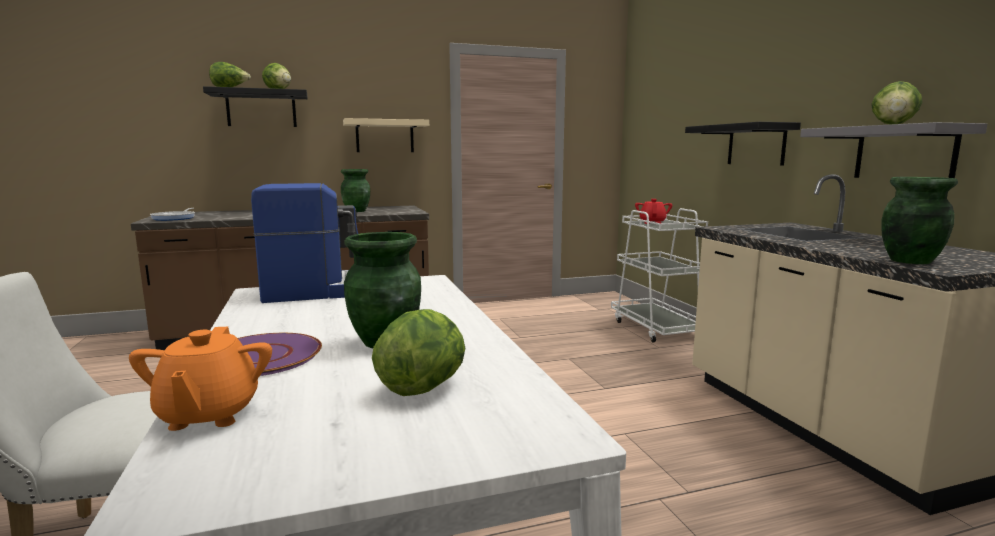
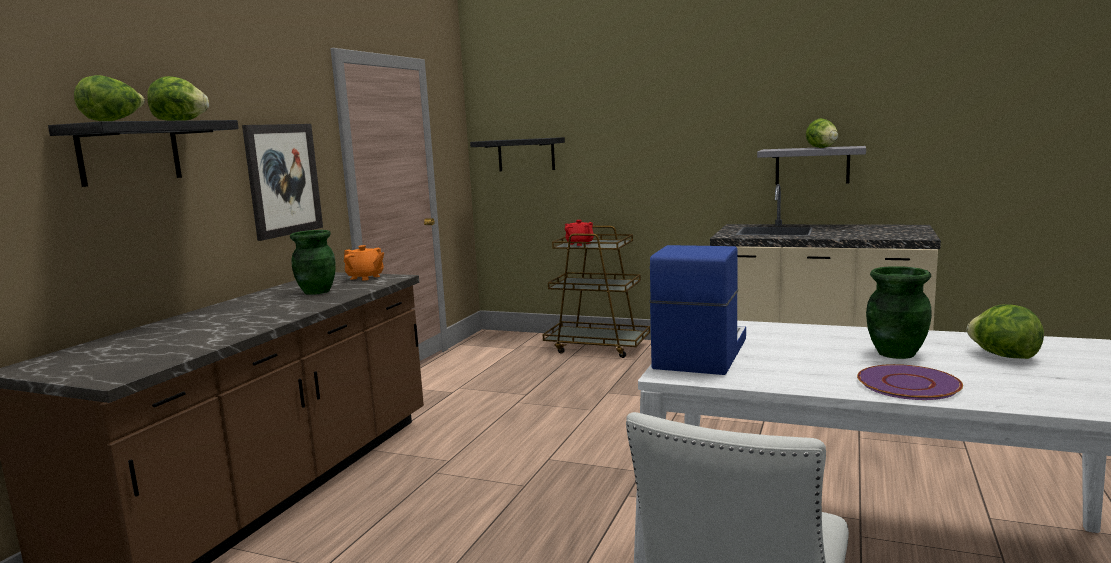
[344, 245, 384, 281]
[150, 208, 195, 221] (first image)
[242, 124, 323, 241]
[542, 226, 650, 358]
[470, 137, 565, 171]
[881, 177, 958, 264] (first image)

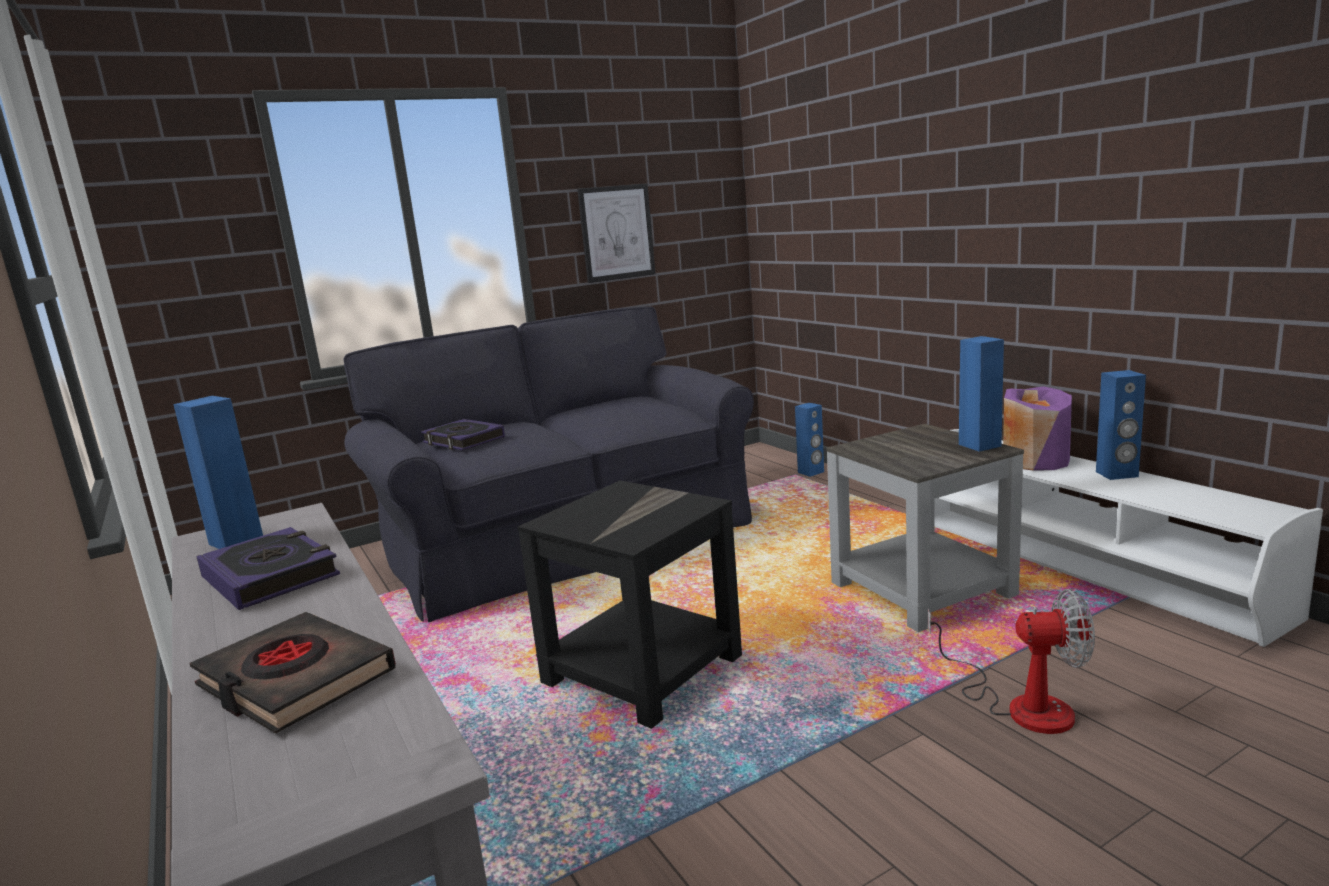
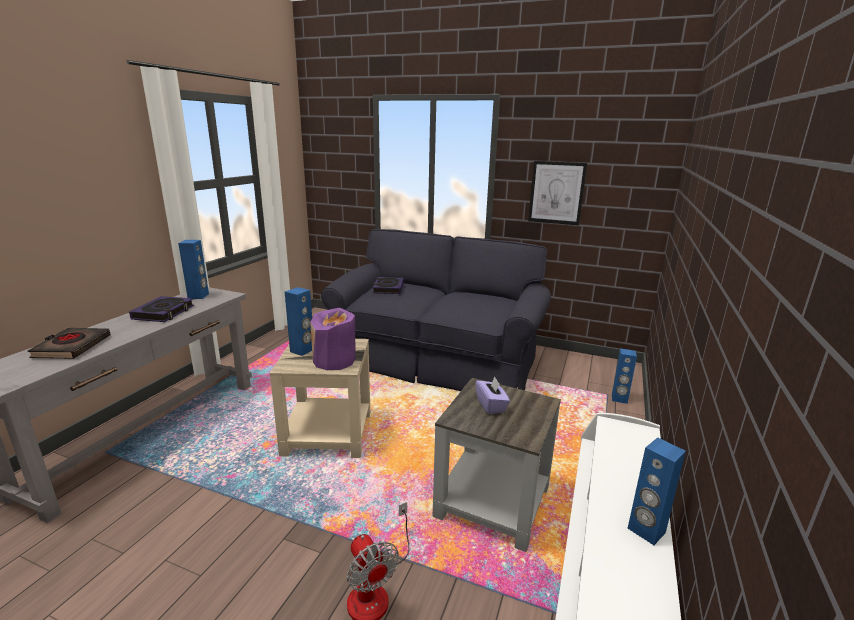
[270, 339, 370, 458]
[285, 287, 312, 356]
[310, 308, 356, 370]
[475, 376, 510, 414]

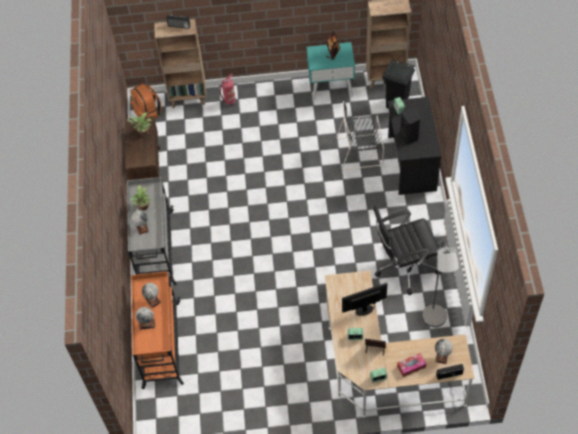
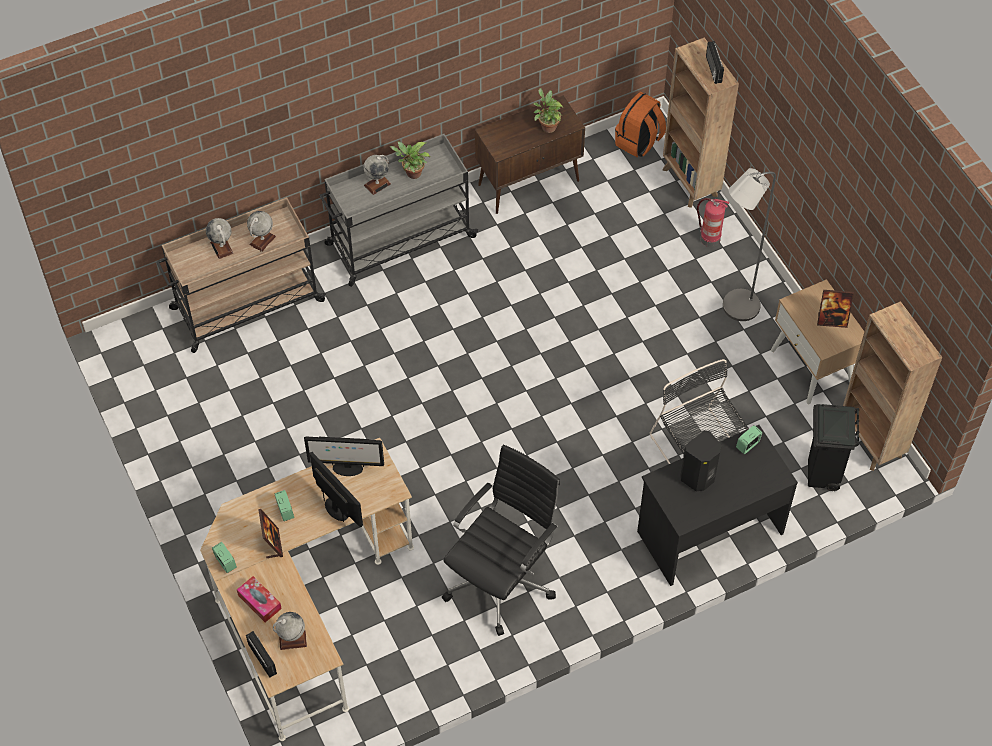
[156, 197, 326, 353]
[771, 279, 864, 404]
[442, 444, 560, 636]
[723, 168, 776, 321]
[304, 437, 384, 476]

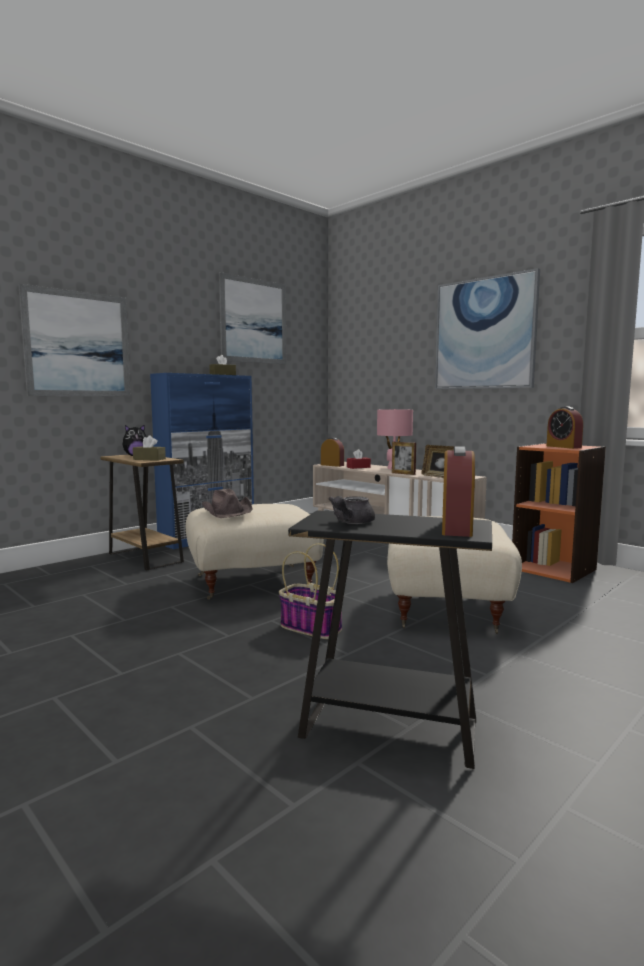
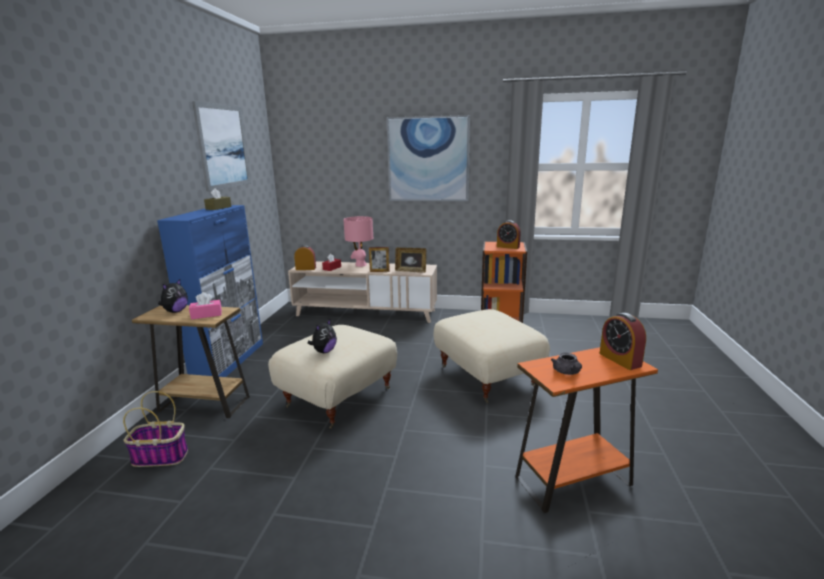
[18, 284, 131, 397] (first image)
[189, 292, 222, 320]
[308, 319, 337, 353]
[123, 391, 188, 467]
[515, 347, 658, 513]

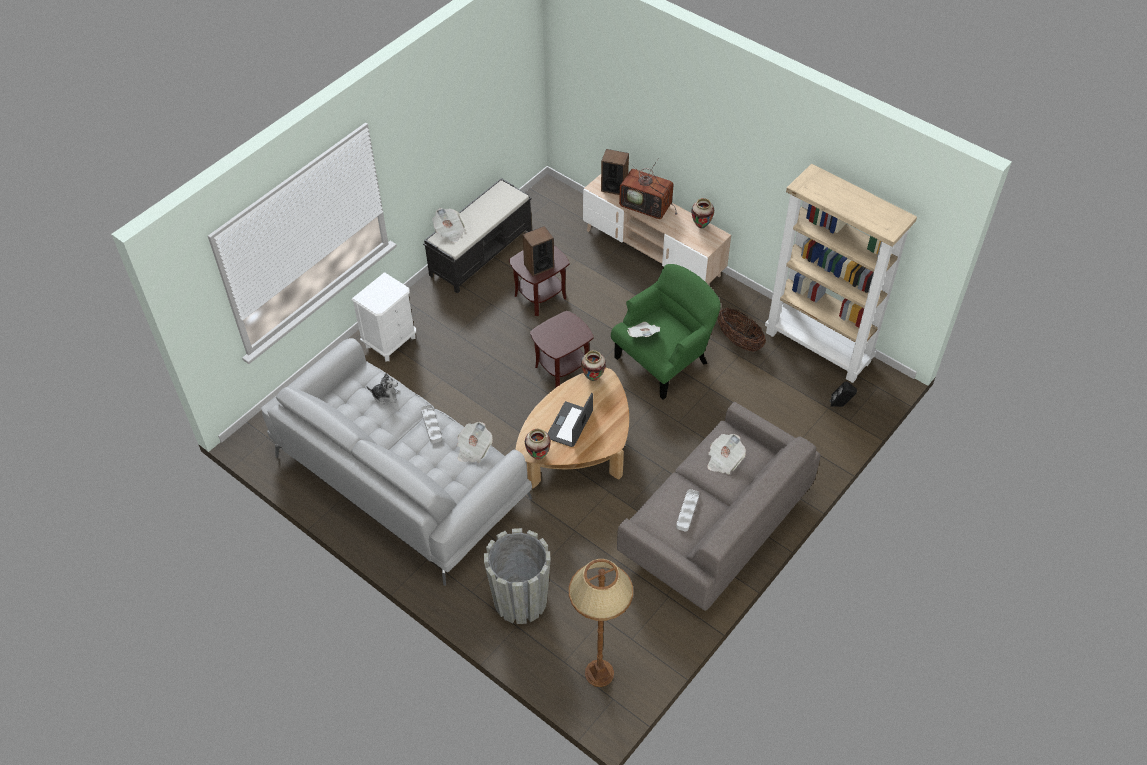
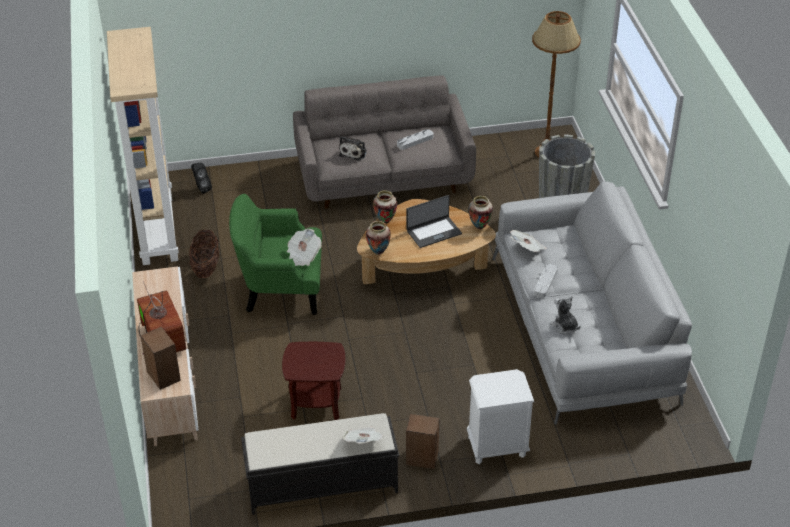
[406, 414, 439, 469]
[530, 311, 594, 388] (first image)
[373, 190, 397, 224]
[339, 137, 367, 161]

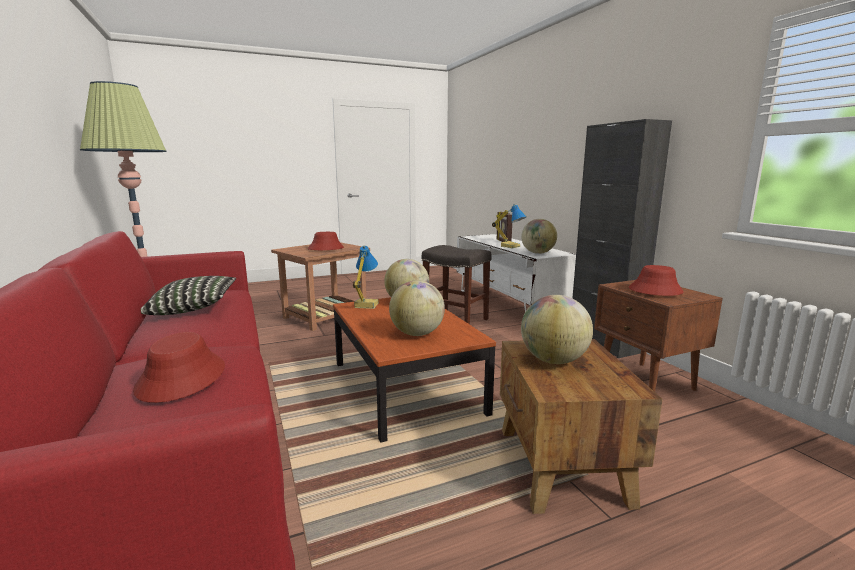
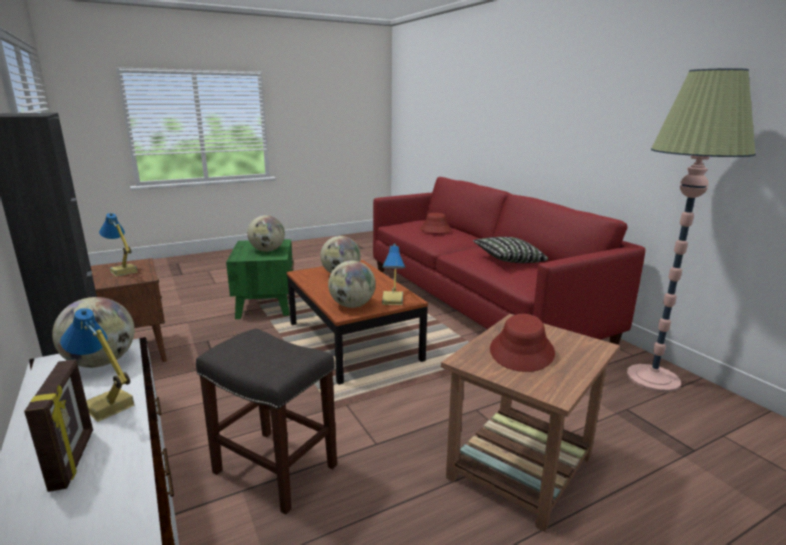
[226, 239, 294, 319]
[99, 213, 137, 277]

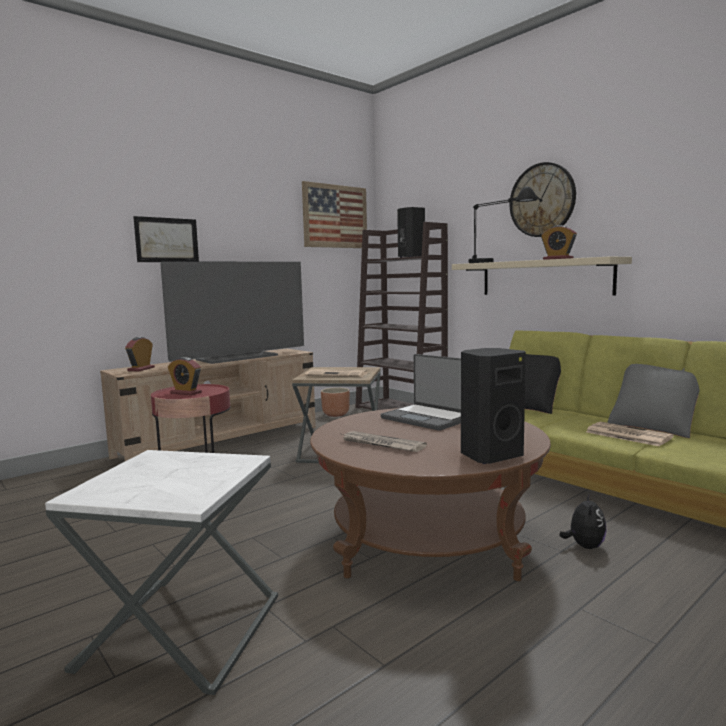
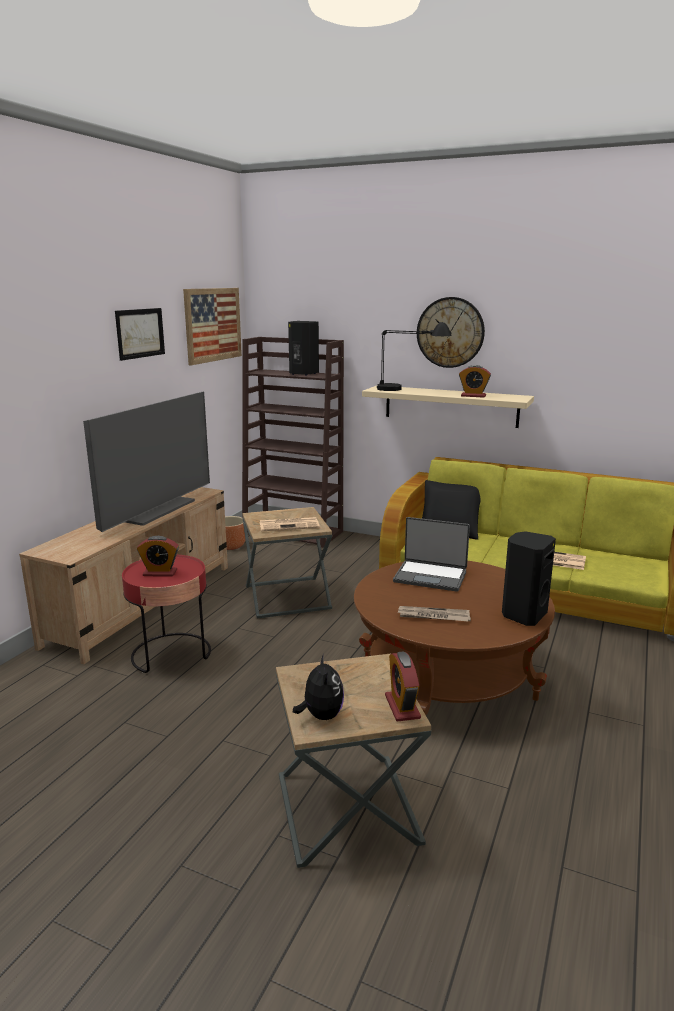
[276, 654, 431, 868]
[385, 651, 421, 721]
[115, 308, 165, 361]
[293, 654, 344, 720]
[607, 364, 699, 438] (first image)

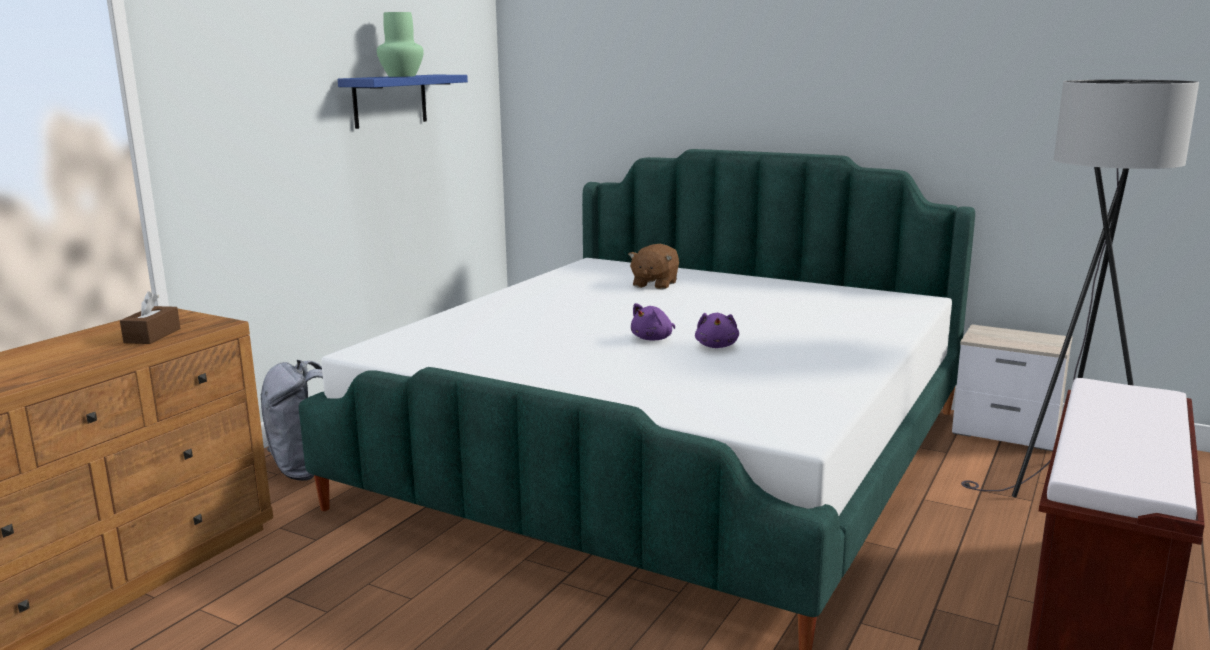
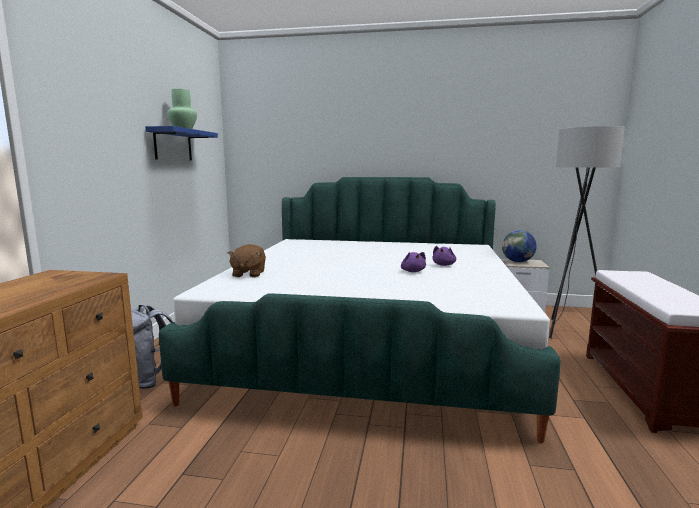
[120, 291, 180, 344] (first image)
[228, 244, 266, 277]
[432, 246, 456, 266]
[502, 230, 537, 262]

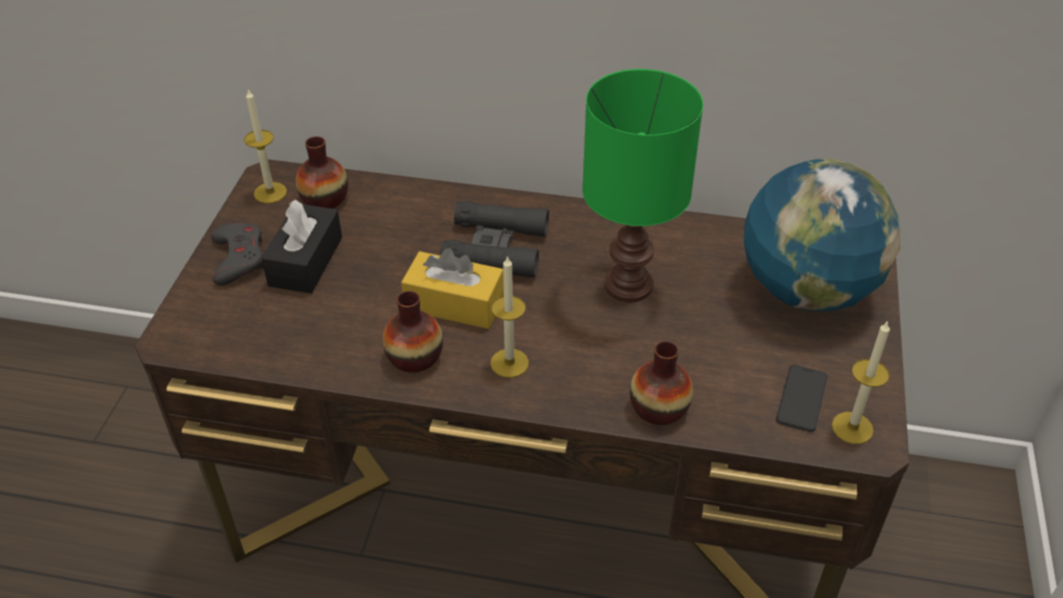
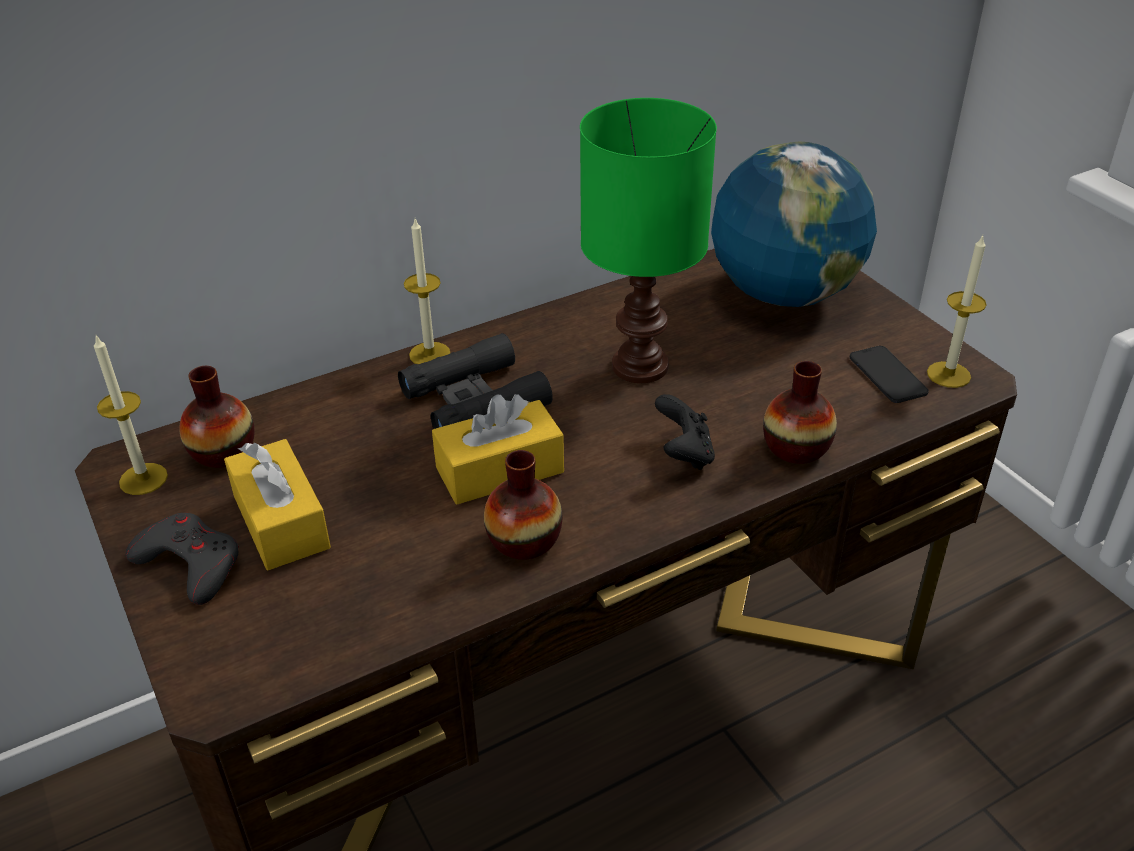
[224, 439, 331, 570]
[404, 219, 450, 364]
[655, 394, 715, 470]

